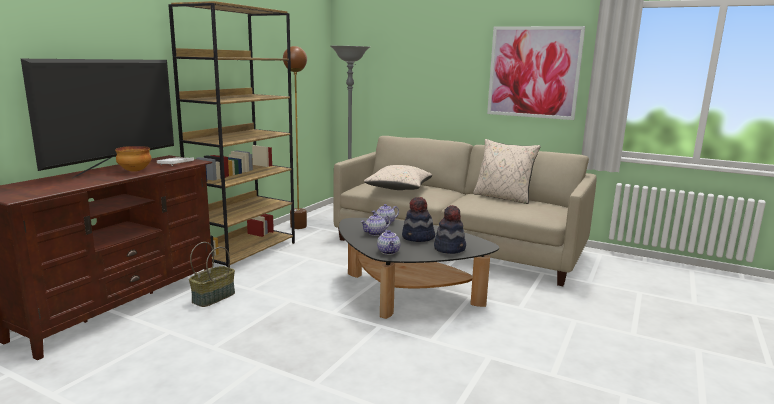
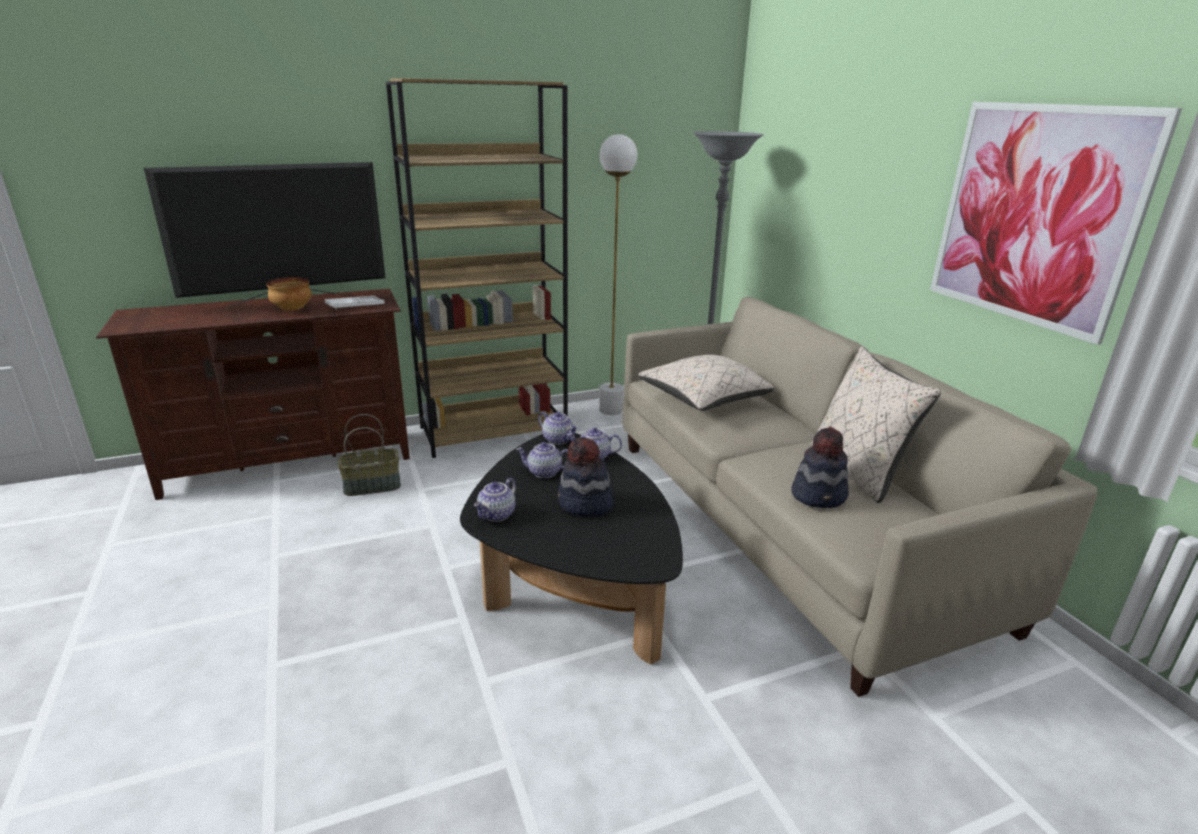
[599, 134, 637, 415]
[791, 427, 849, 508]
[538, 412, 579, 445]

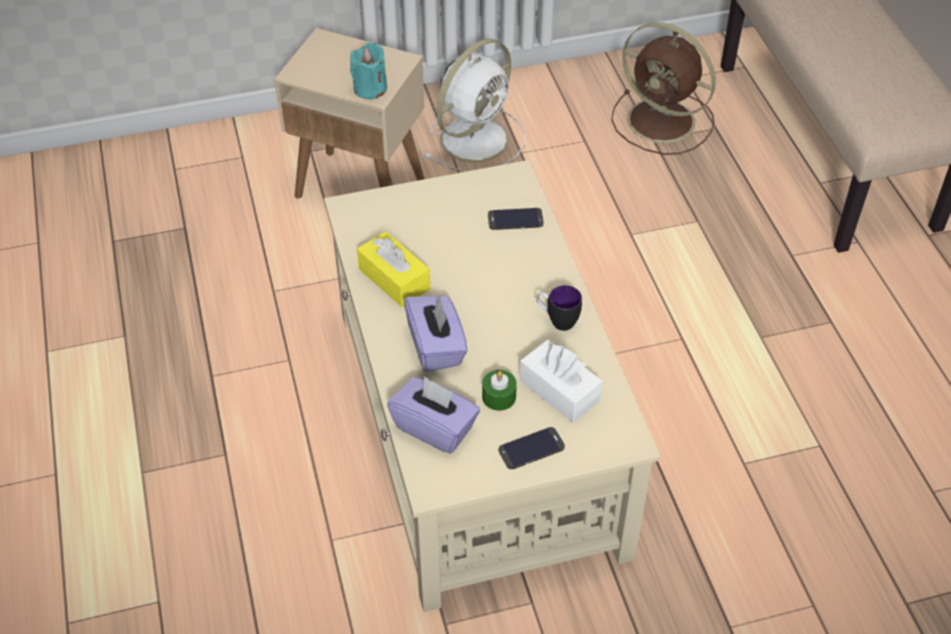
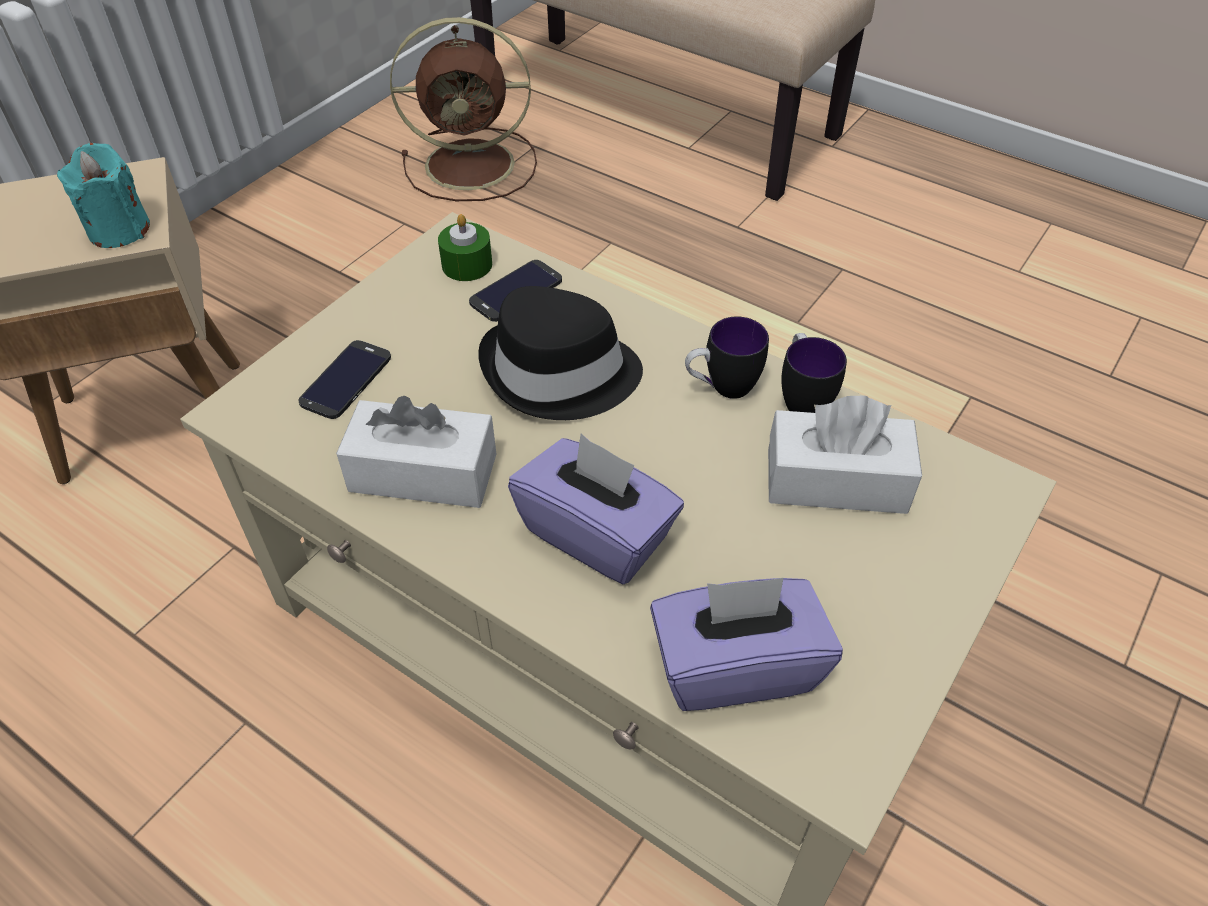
[336, 396, 496, 508]
[424, 39, 526, 172] (first image)
[438, 214, 492, 281]
[298, 340, 391, 419]
[478, 286, 643, 420]
[781, 333, 847, 413]

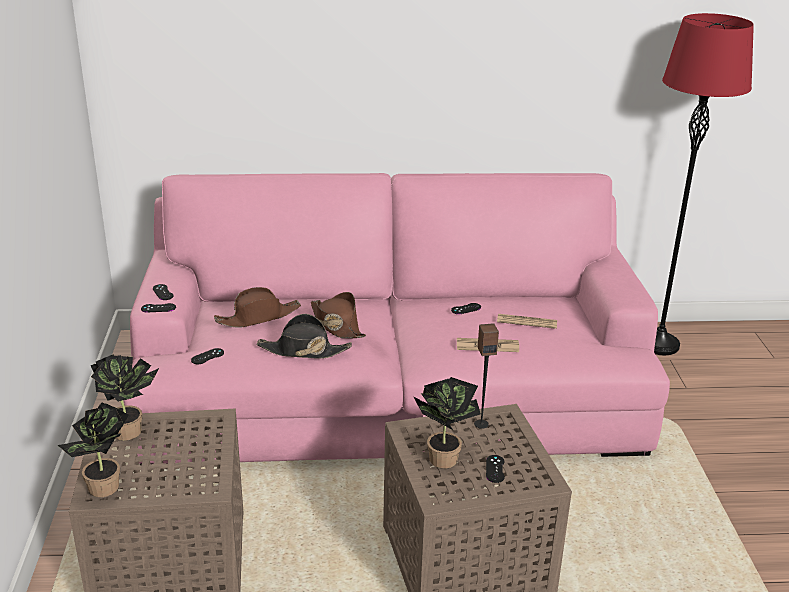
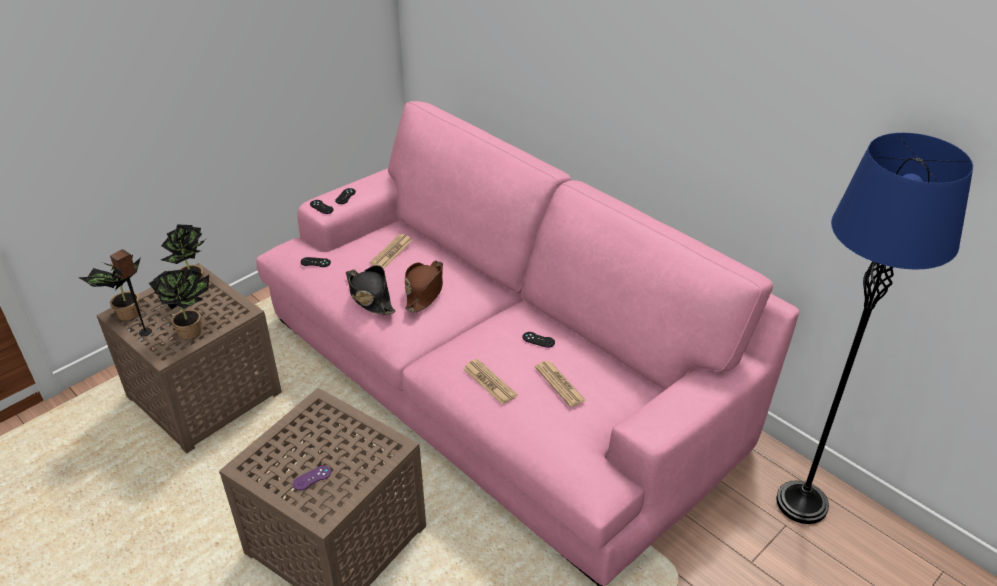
[370, 234, 413, 268]
[148, 270, 209, 339]
[110, 249, 152, 336]
[293, 465, 331, 490]
[776, 133, 973, 524]

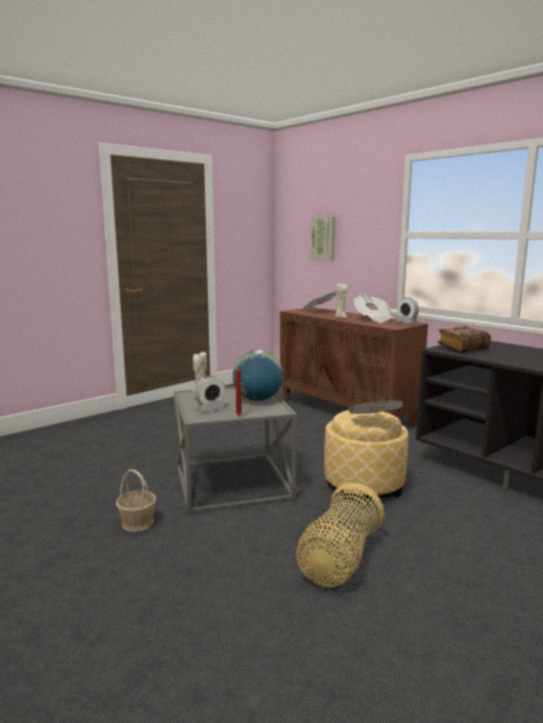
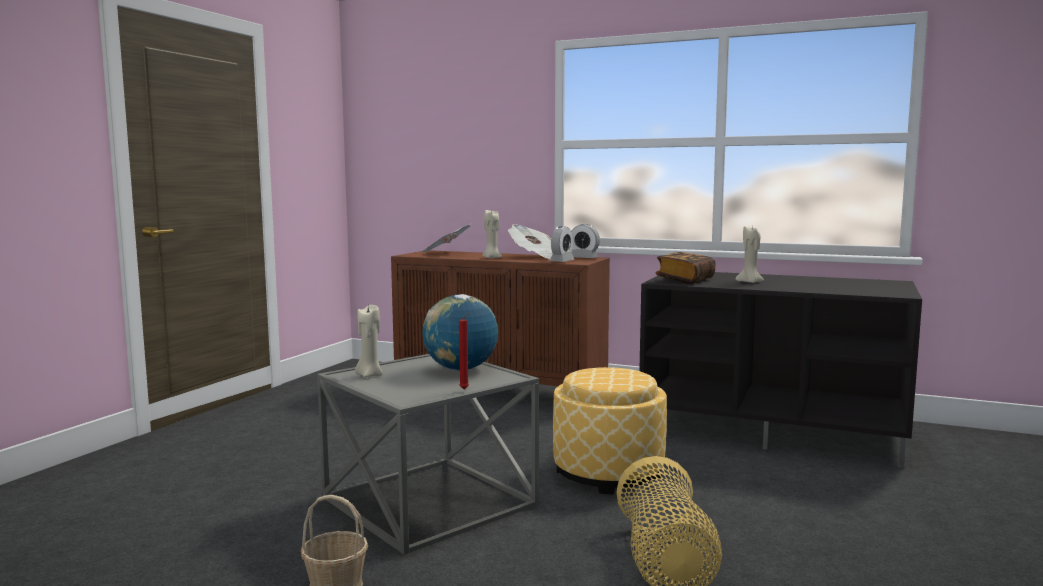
[550, 226, 574, 262]
[311, 217, 335, 261] (first image)
[349, 400, 403, 414] (first image)
[736, 226, 764, 283]

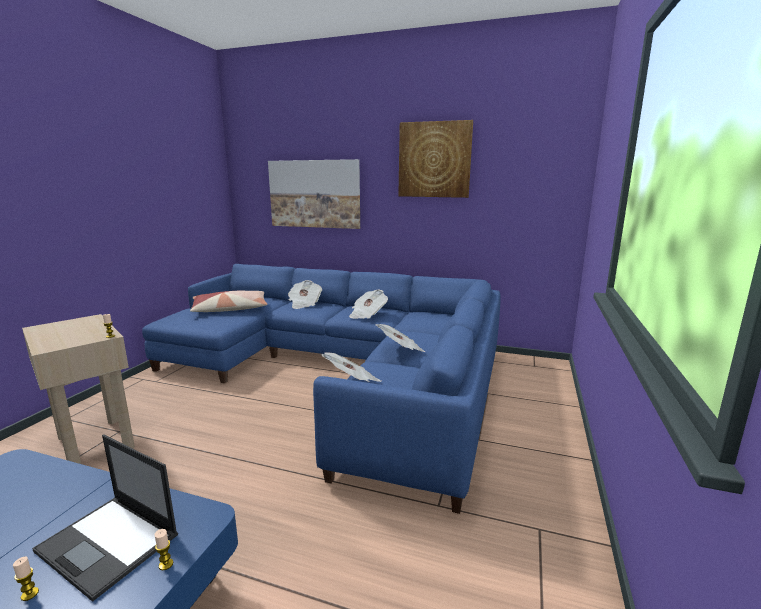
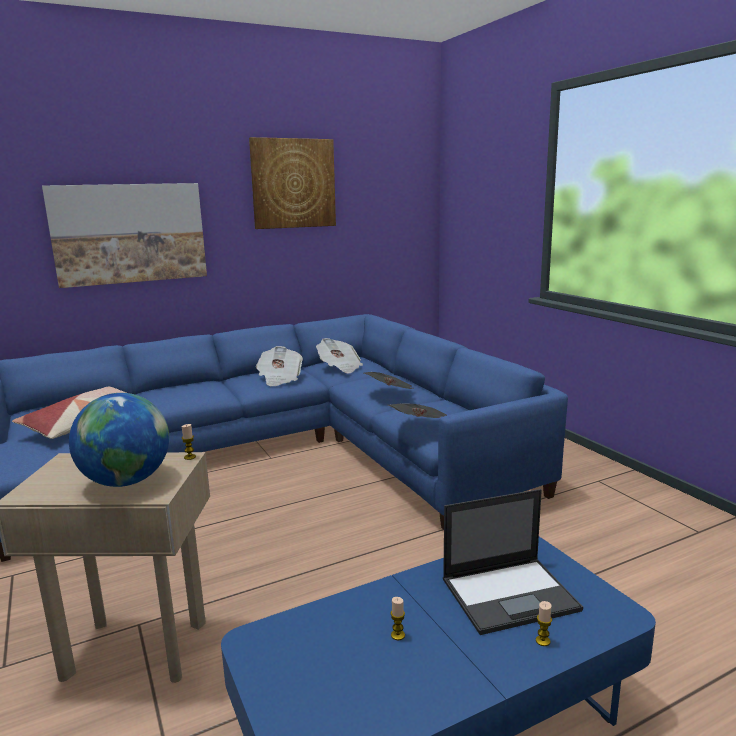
[390, 597, 405, 640]
[316, 338, 363, 374]
[69, 393, 169, 487]

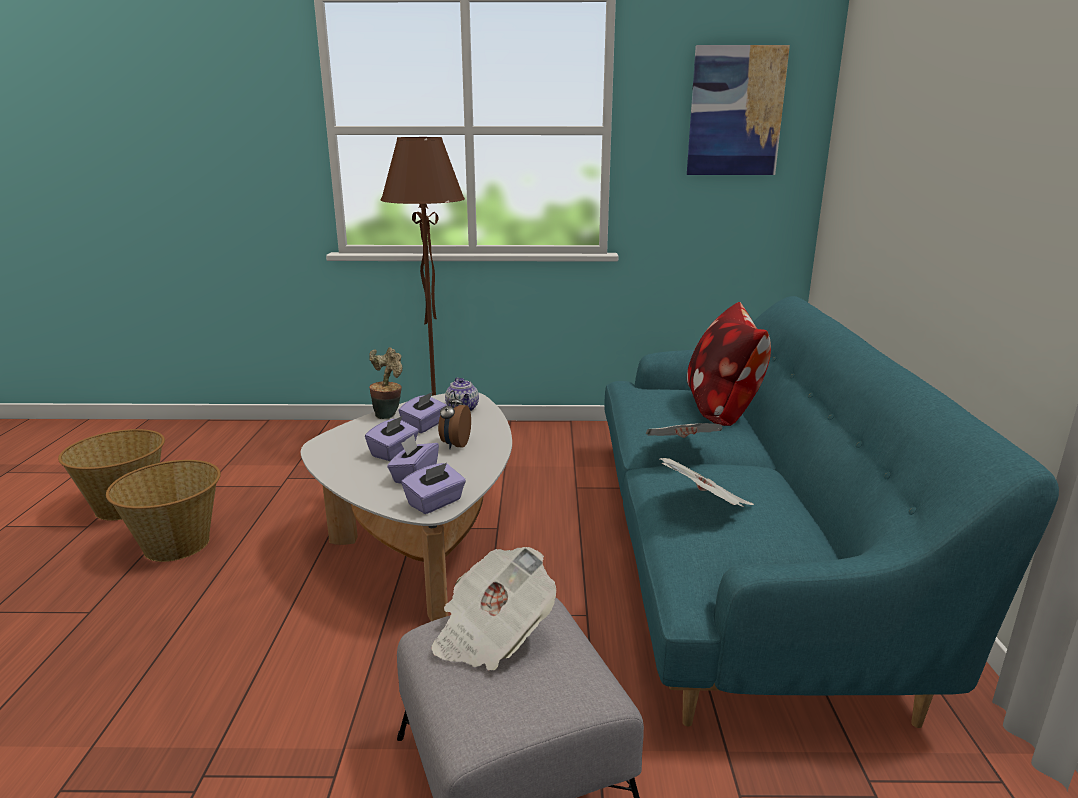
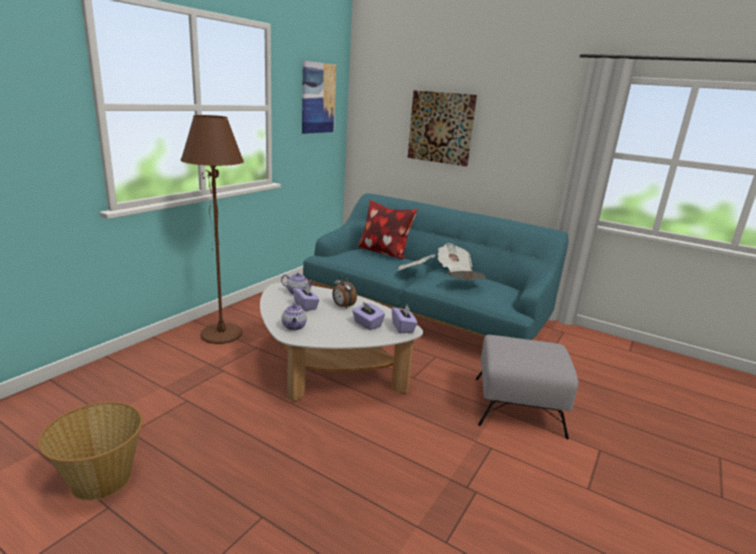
[106, 460, 221, 562] (first image)
[365, 416, 419, 461] (first image)
[369, 347, 403, 419] (first image)
[438, 243, 472, 272]
[282, 302, 307, 330]
[408, 90, 477, 166]

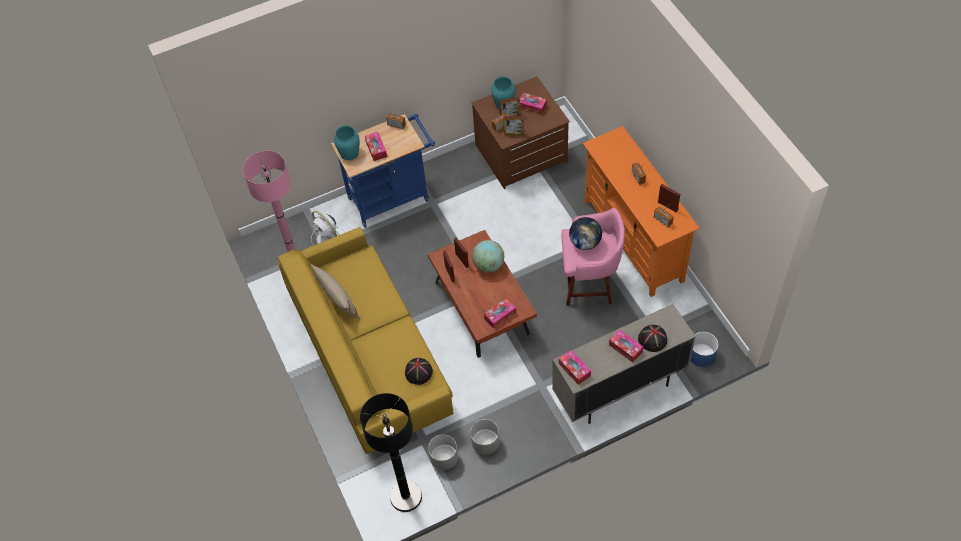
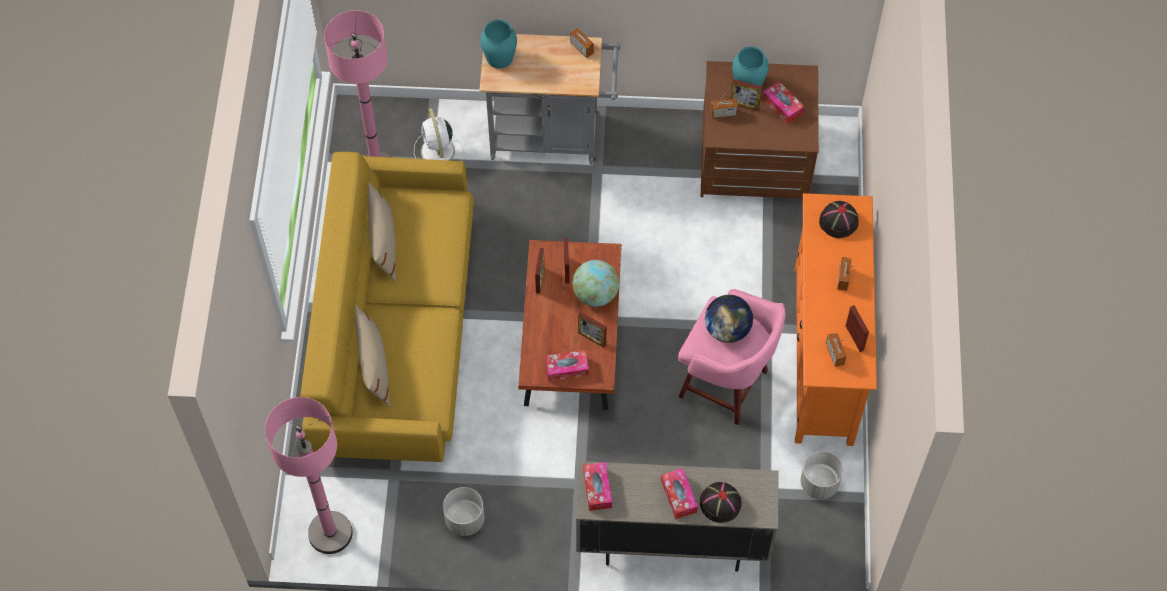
[479, 34, 620, 164]
[265, 397, 353, 554]
[365, 132, 387, 161] (first image)
[819, 201, 859, 238]
[800, 451, 843, 499]
[578, 312, 607, 348]
[690, 332, 719, 367] (first image)
[355, 305, 390, 407]

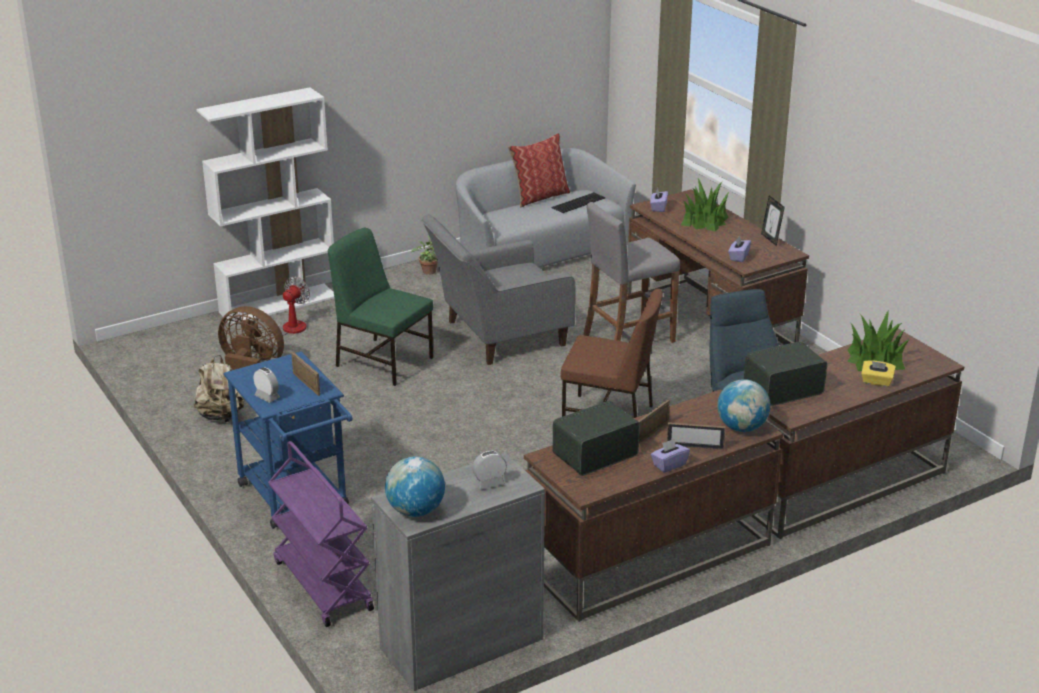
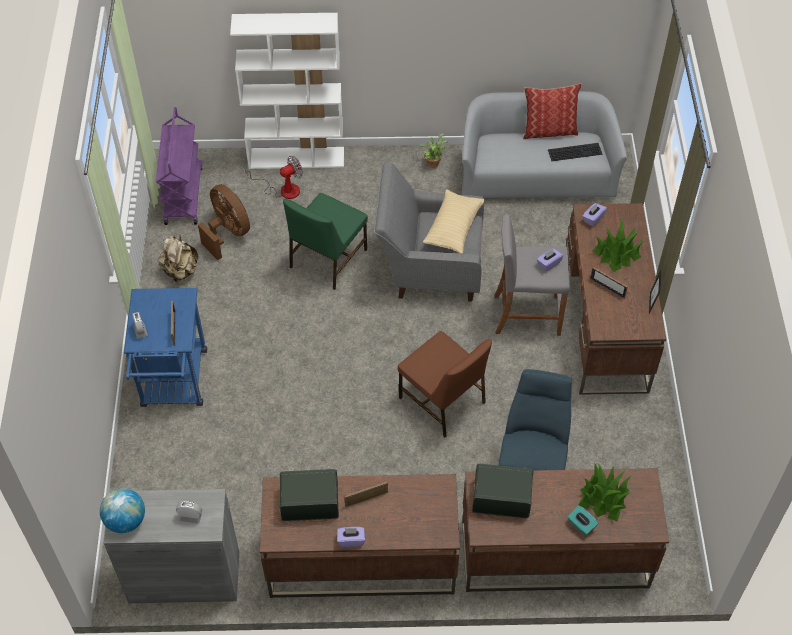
[156, 107, 203, 225]
[283, 193, 368, 290]
[590, 267, 628, 299]
[717, 379, 771, 432] (first image)
[537, 248, 563, 272]
[568, 505, 598, 536]
[423, 189, 485, 254]

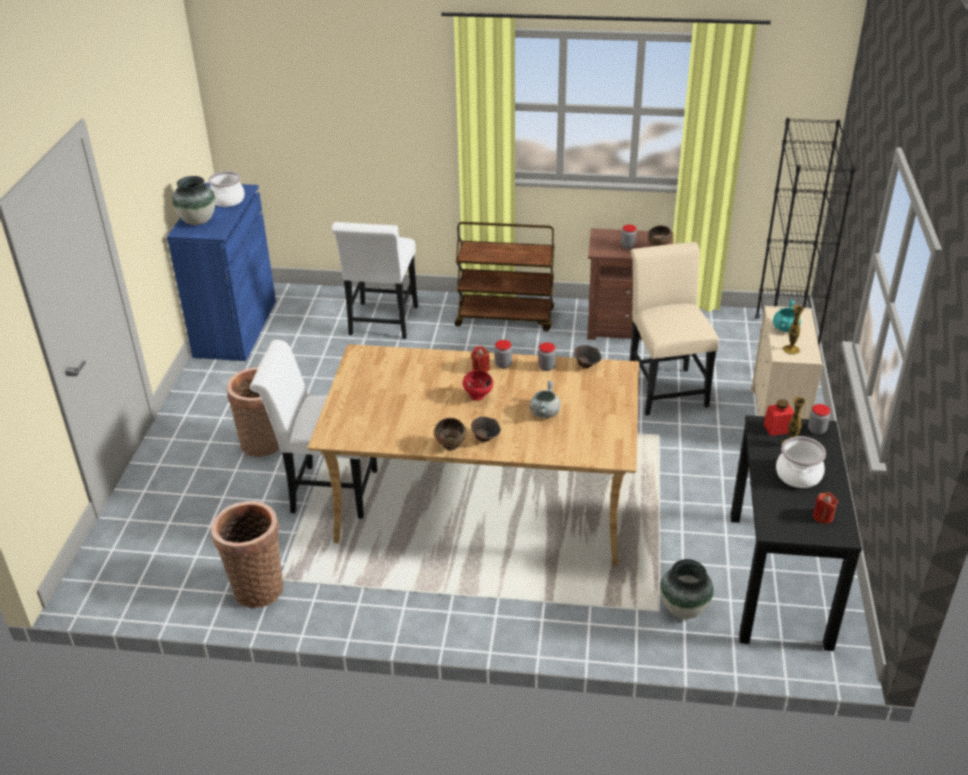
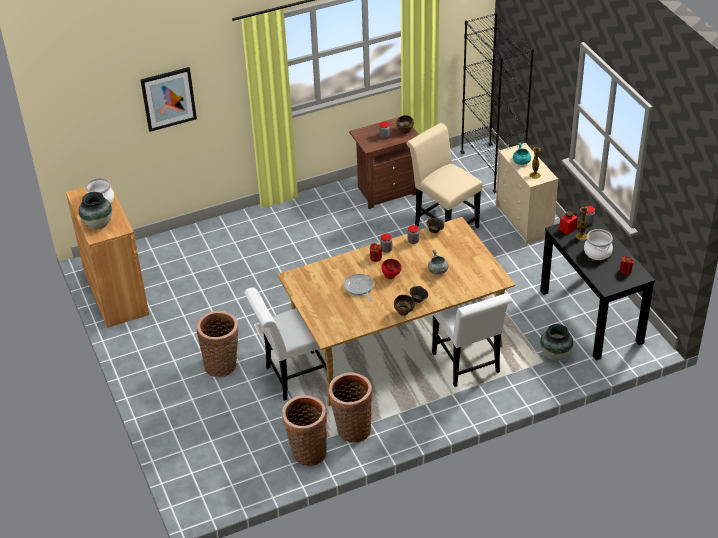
[66, 186, 149, 328]
[432, 293, 512, 387]
[455, 222, 554, 332] (first image)
[140, 67, 197, 132]
[329, 372, 373, 443]
[344, 274, 374, 302]

